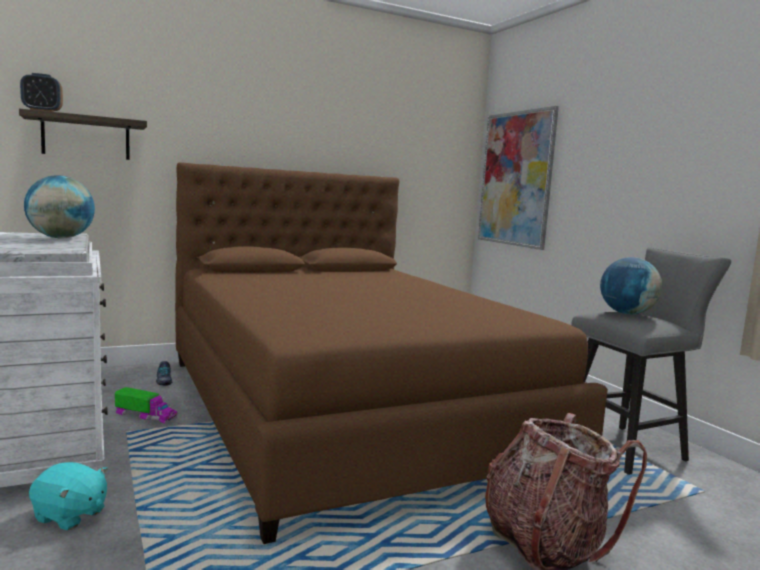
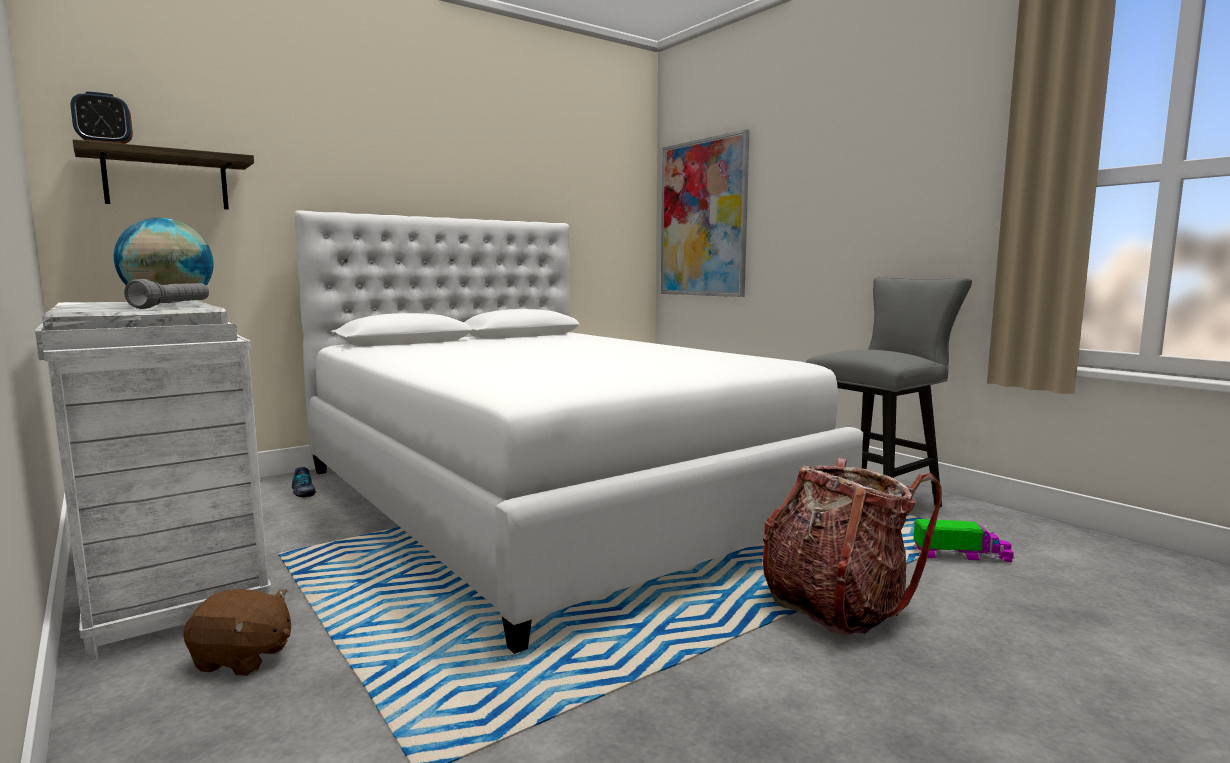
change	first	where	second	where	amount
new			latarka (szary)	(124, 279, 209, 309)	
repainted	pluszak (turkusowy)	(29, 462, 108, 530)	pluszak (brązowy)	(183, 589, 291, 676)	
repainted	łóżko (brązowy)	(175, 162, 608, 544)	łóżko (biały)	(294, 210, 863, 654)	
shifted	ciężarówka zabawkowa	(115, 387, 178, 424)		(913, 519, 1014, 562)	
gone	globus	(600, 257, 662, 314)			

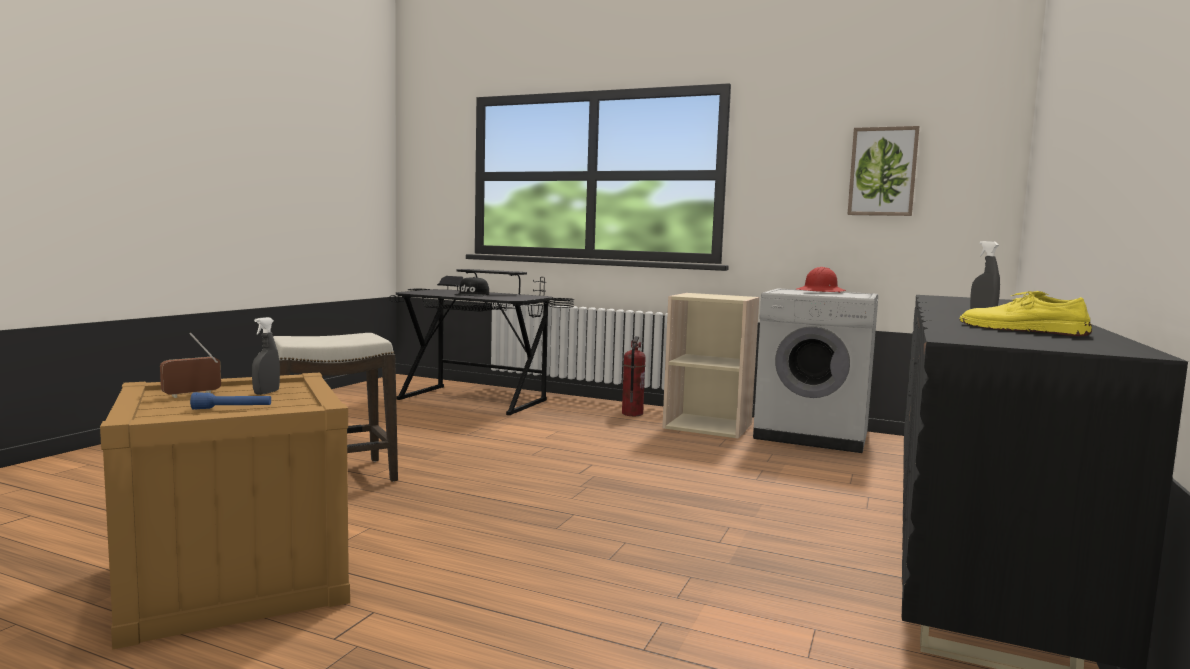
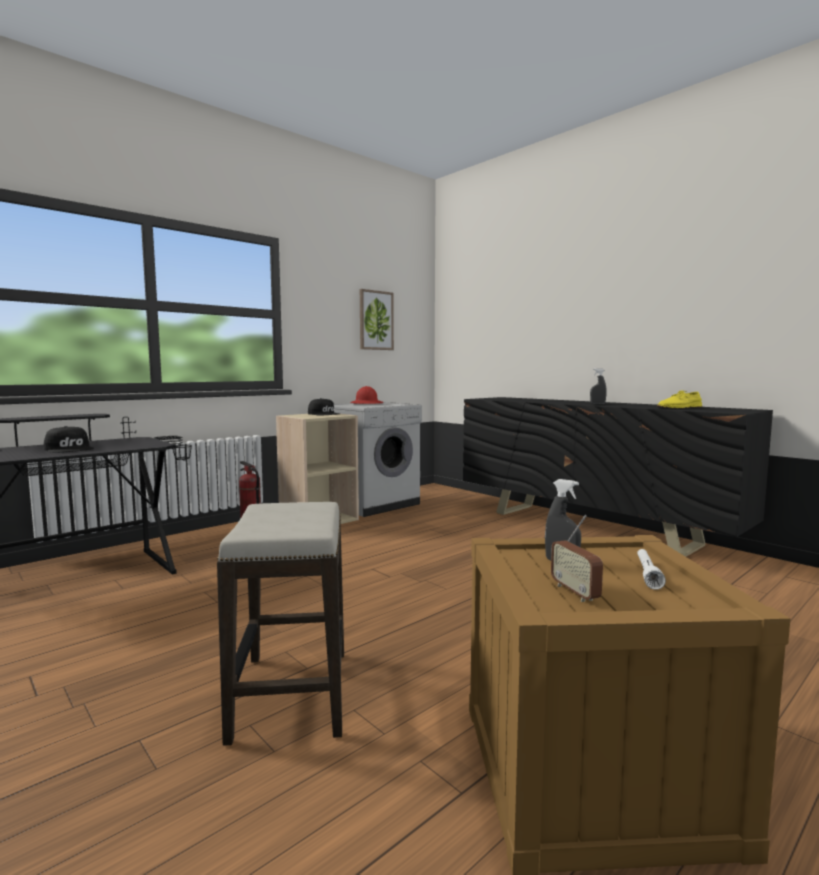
change	first	where	second	where	amount
new			czapka z daszkiem (czarny)	(308, 398, 340, 415)	
repainted	latarka (niebieski)	(190, 392, 271, 410)	latarka (biały)	(637, 549, 666, 590)	

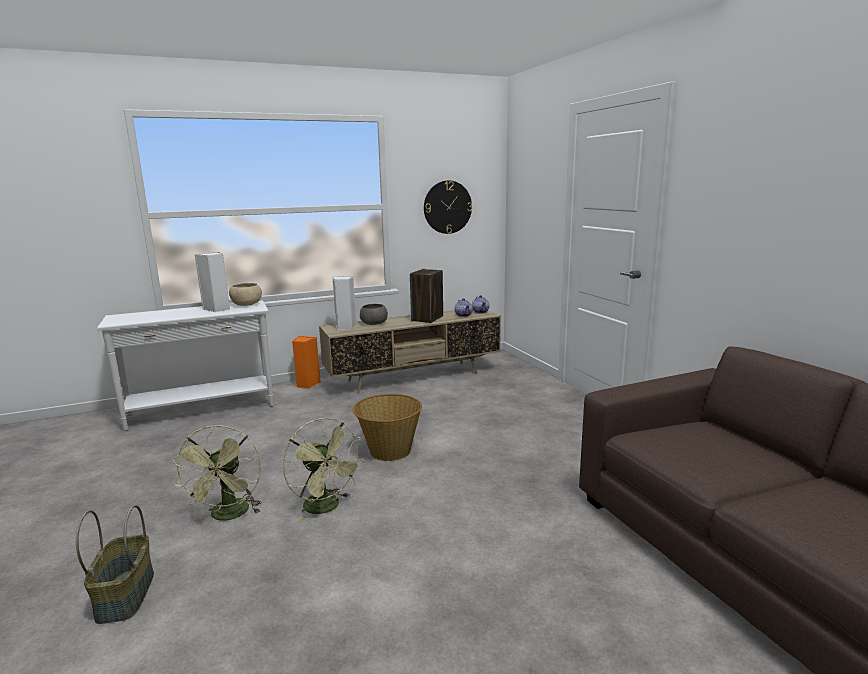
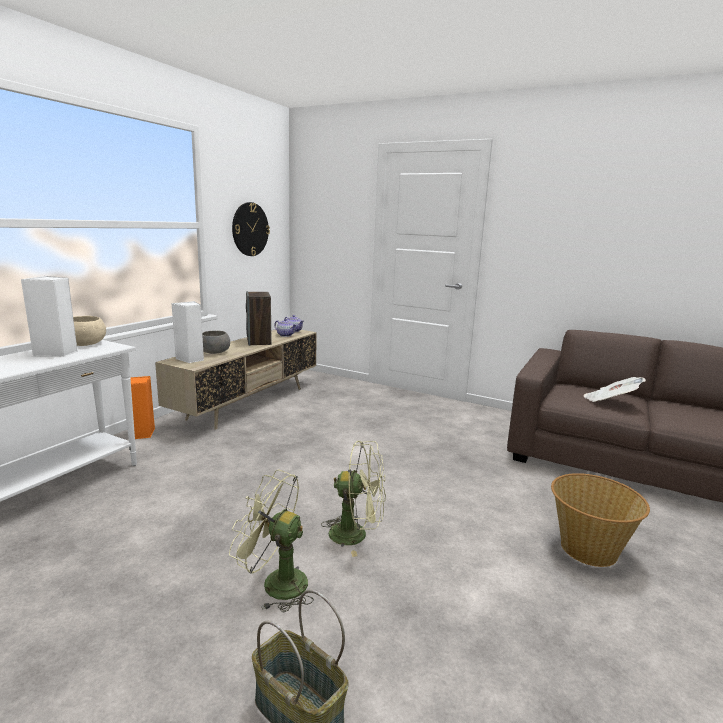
change	first	where	second	where	amount
rotated	wentylator (zielony)	(172, 425, 262, 521)		(229, 470, 314, 613)	150 degrees clockwise
shifted	koszyk	(353, 394, 422, 461)		(551, 473, 650, 567)	
new			gazeta	(583, 377, 646, 402)	

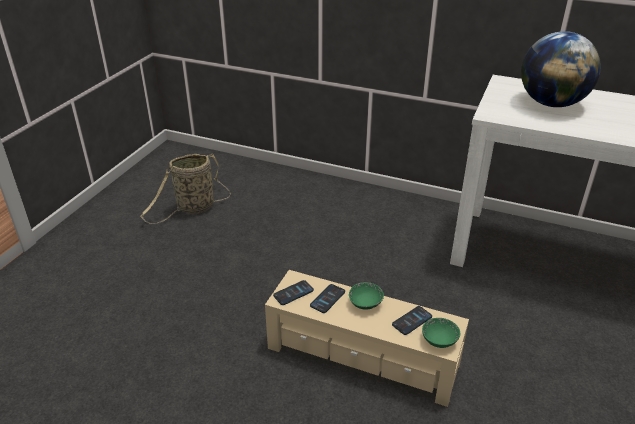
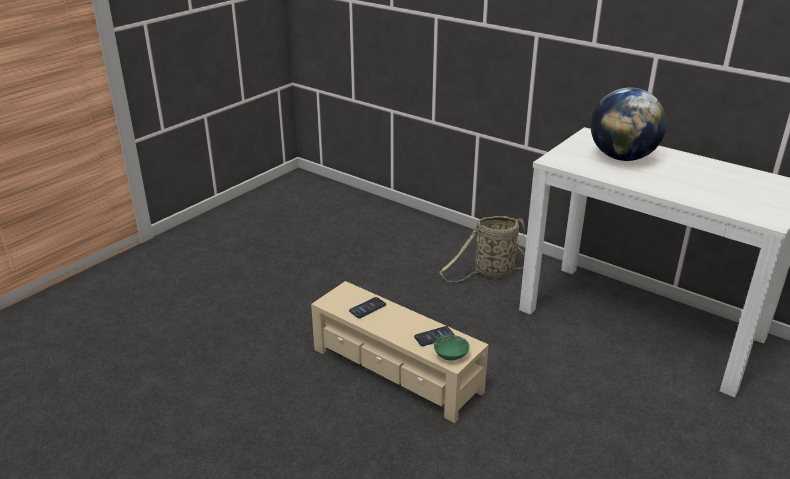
change	first	where	second	where	amount
shifted	koszyk	(140, 153, 231, 224)		(439, 216, 525, 282)	
gone	telefon	(273, 280, 314, 305)			
gone	miska (zielony)	(349, 282, 384, 310)			

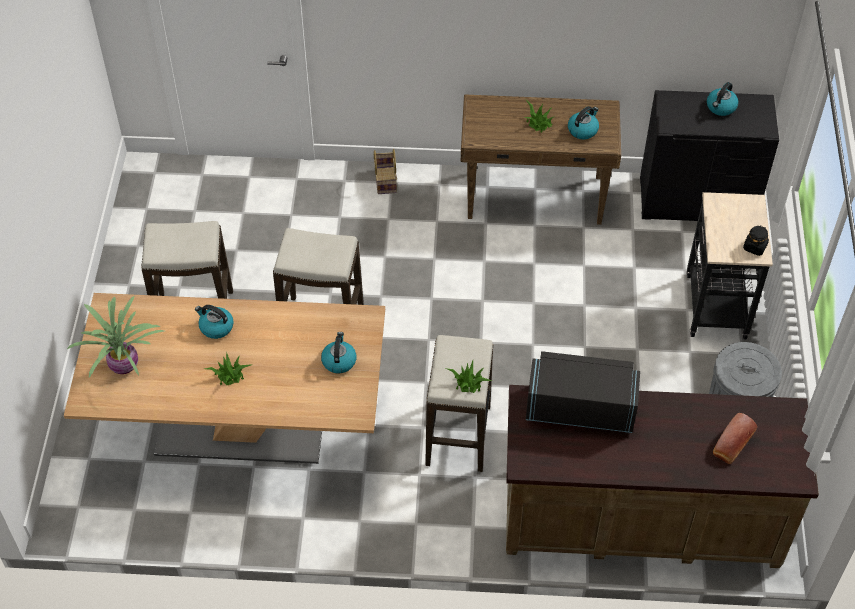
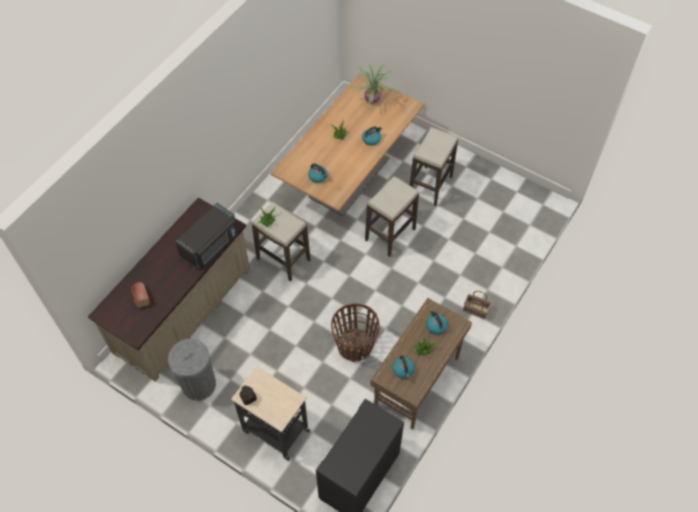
change	first	where	second	where	amount
new			koszyk	(331, 303, 380, 362)	
shifted	czajnik	(707, 82, 738, 116)		(426, 309, 448, 335)	

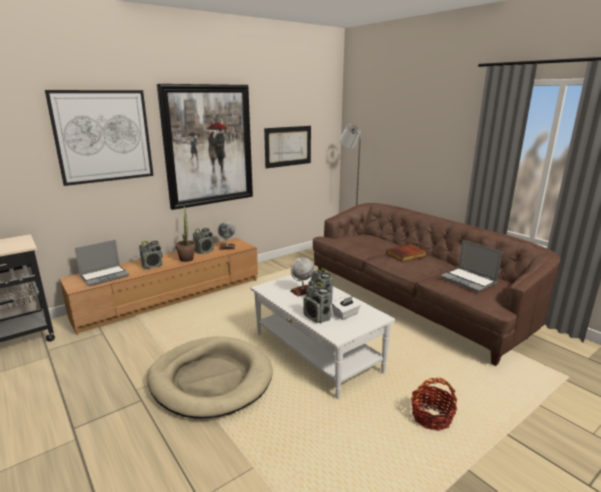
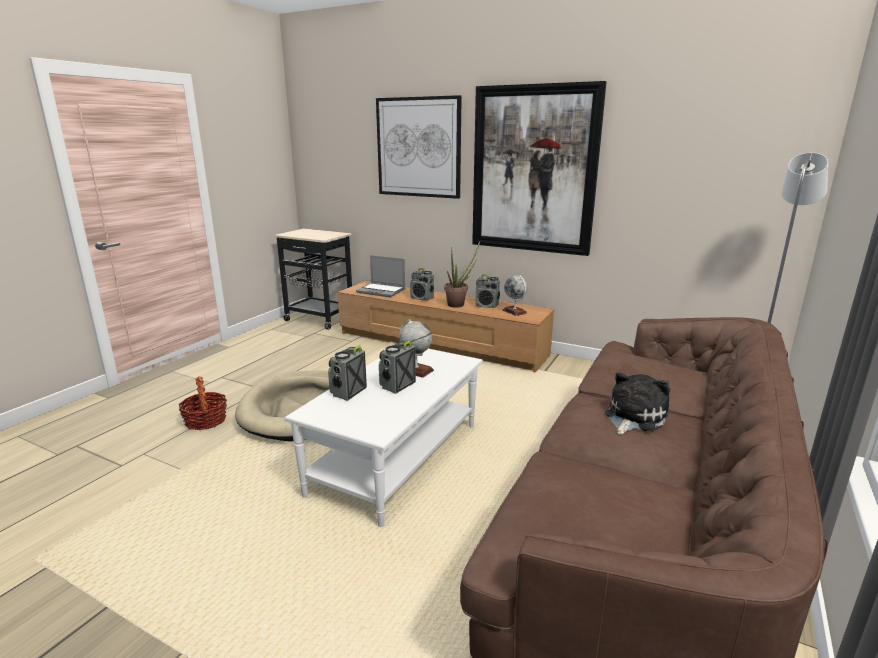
change	first	where	second	where	amount
shifted	koszyk	(411, 378, 457, 431)		(179, 377, 227, 430)	
swapped	książka	(386, 244, 427, 262)	pluszak	(605, 373, 670, 435)	
gone	obraz	(264, 126, 311, 168)			
gone	pudełko chusteczek (biały)	(331, 296, 361, 320)			
gone	laptop	(440, 240, 502, 292)			

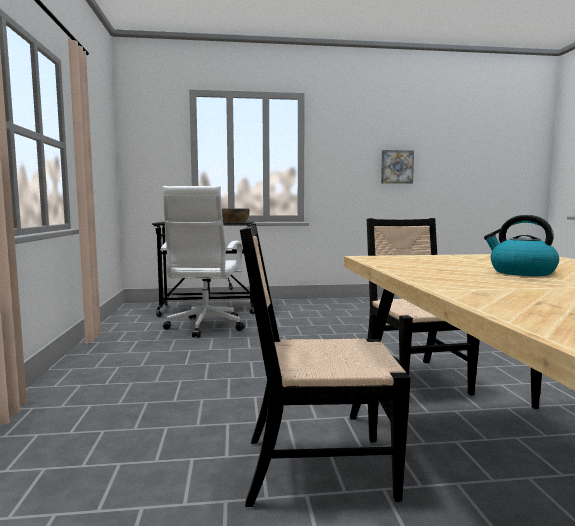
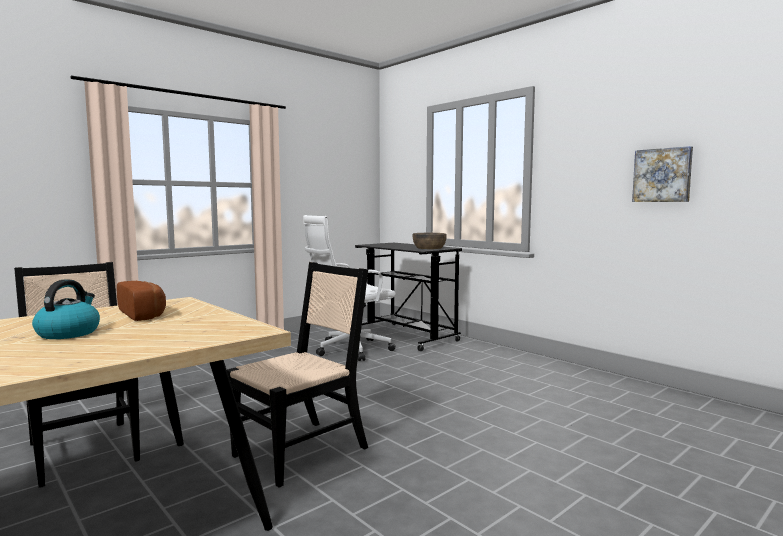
change	first	where	second	where	amount
new			chleb	(117, 281, 166, 321)	

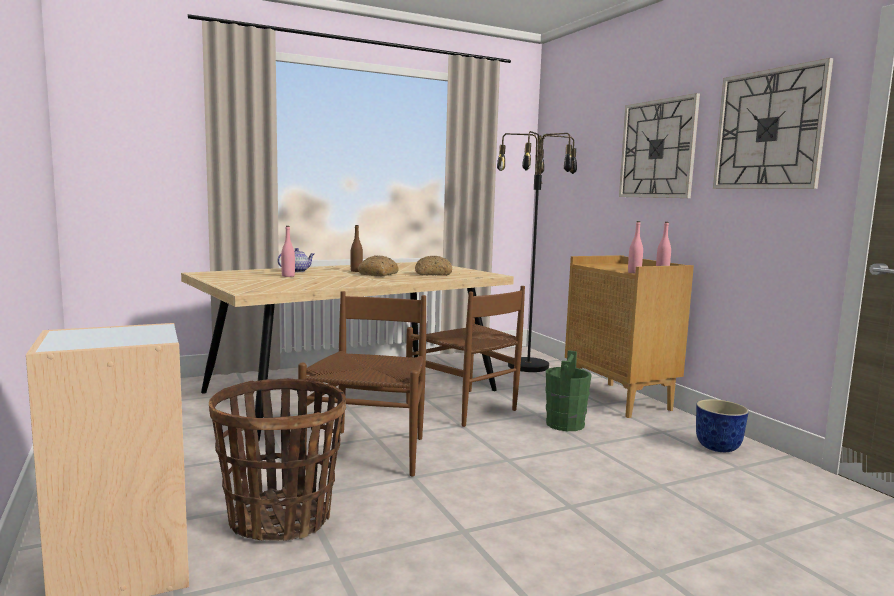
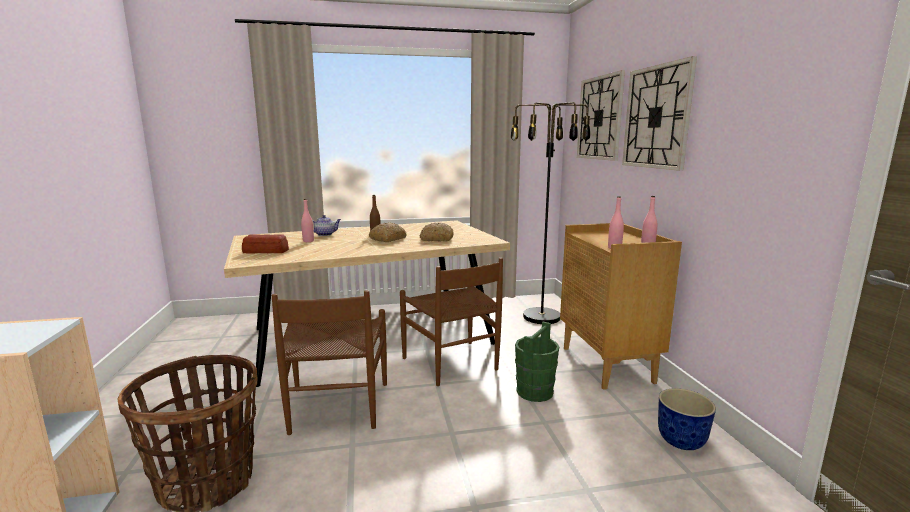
change	first	where	second	where	amount
new			chleb	(242, 234, 289, 253)	
rotated	krzesło (brązowy)	(298, 291, 426, 477)		(272, 290, 387, 435)	150 degrees clockwise
shifted	zegar ścienny	(713, 58, 833, 189)		(577, 70, 625, 161)	

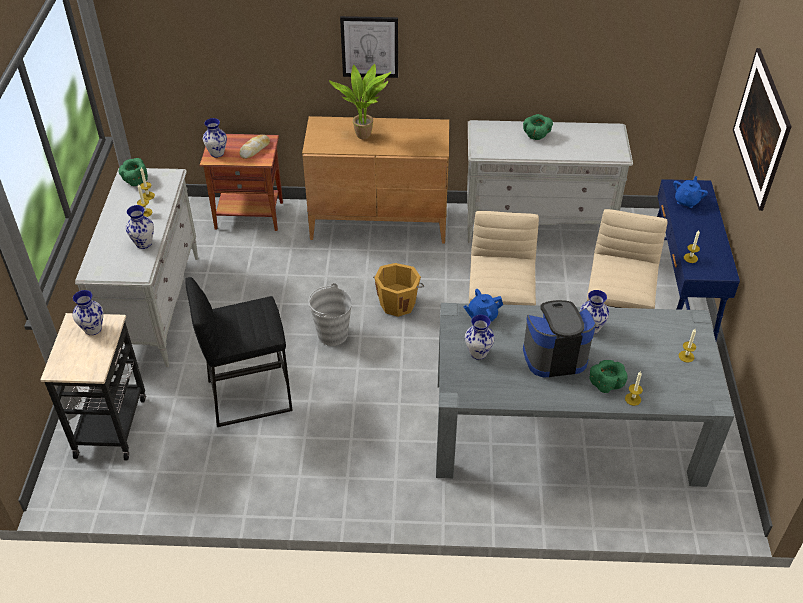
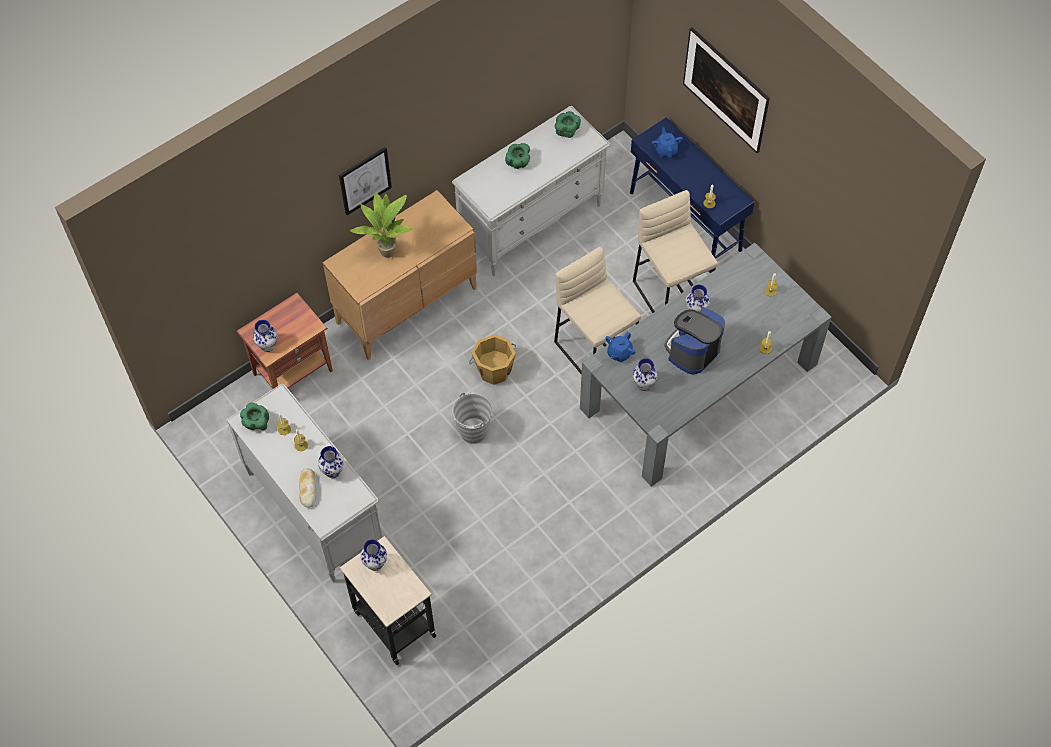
change	first	where	second	where	amount
shifted	chleb	(239, 135, 270, 159)		(299, 468, 317, 508)	
shifted	miska (zielony)	(589, 360, 628, 393)		(555, 111, 581, 138)	
gone	stołek (czarny)	(185, 277, 293, 427)			

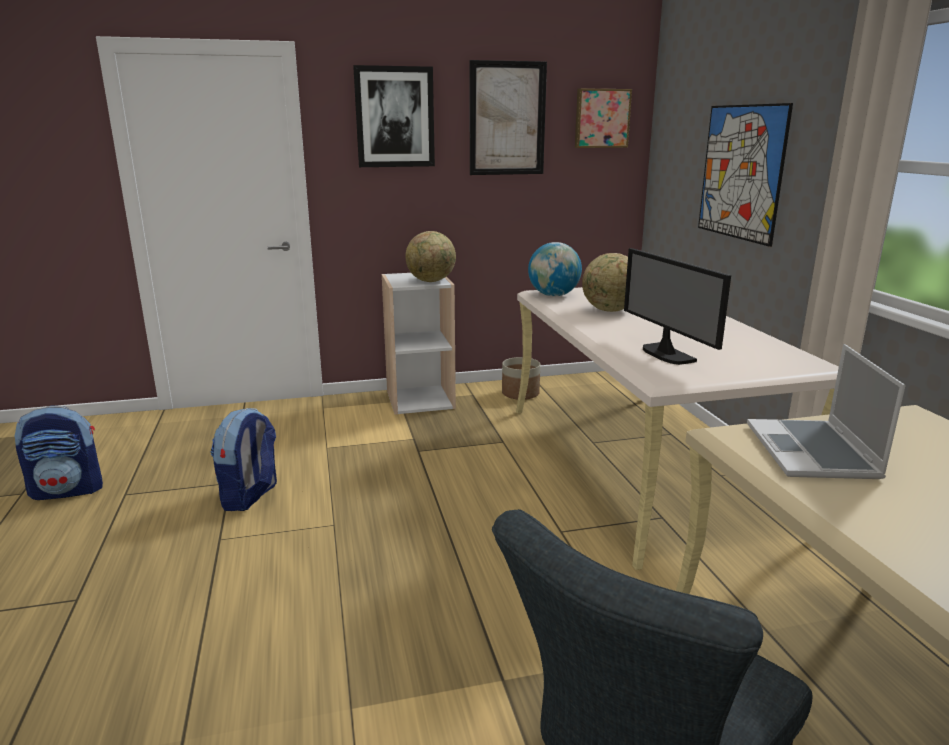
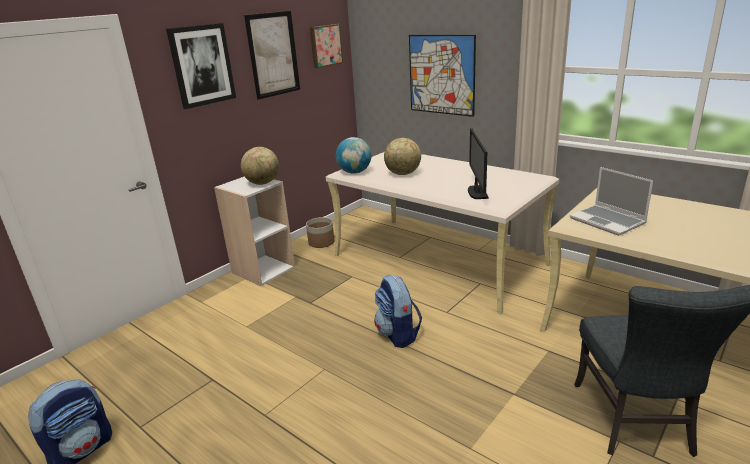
change	first	where	second	where	amount
shifted	plecak	(211, 408, 277, 511)		(374, 275, 422, 348)	
rotated	monitor	(624, 248, 731, 365)		(468, 128, 488, 199)	60 degrees clockwise

